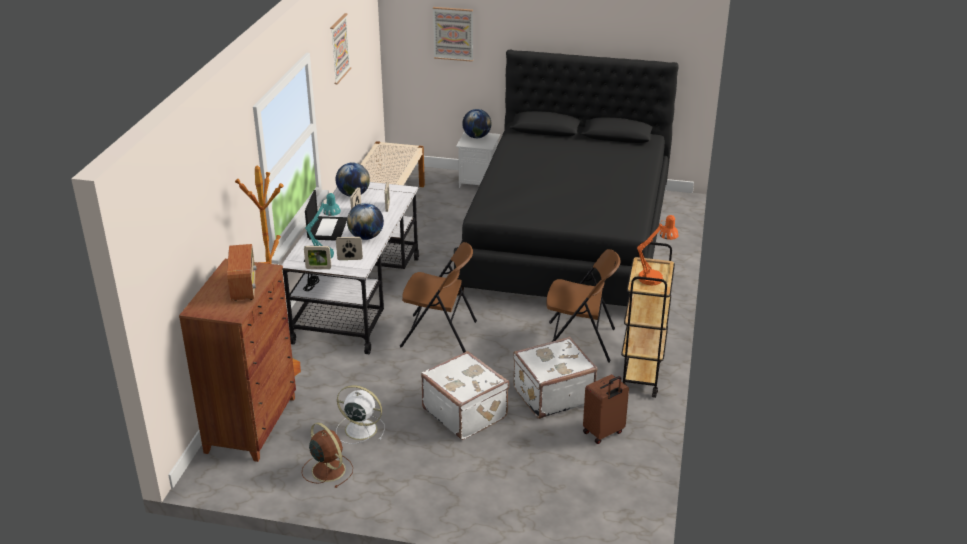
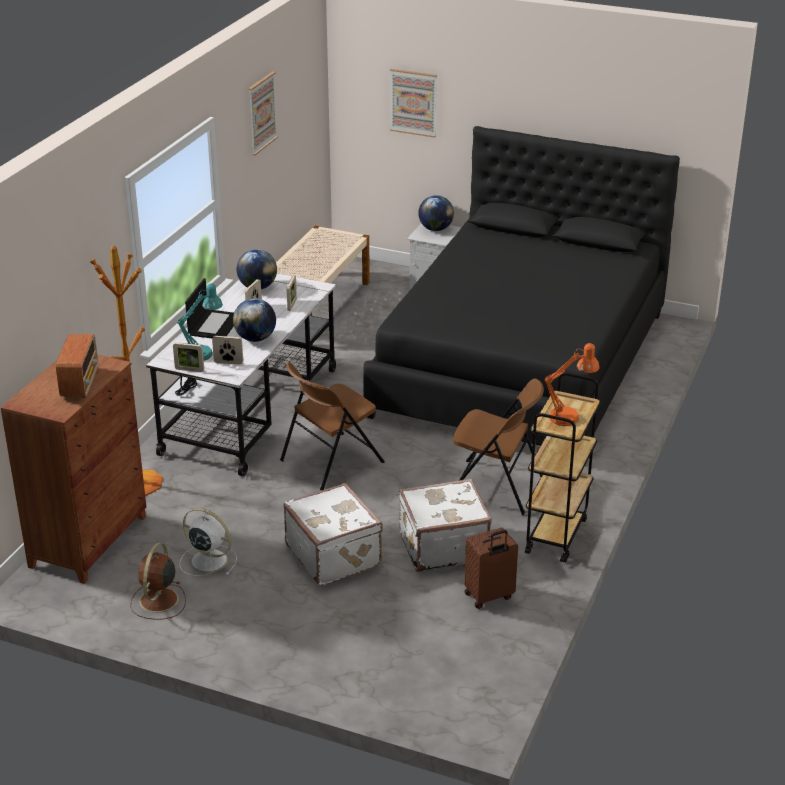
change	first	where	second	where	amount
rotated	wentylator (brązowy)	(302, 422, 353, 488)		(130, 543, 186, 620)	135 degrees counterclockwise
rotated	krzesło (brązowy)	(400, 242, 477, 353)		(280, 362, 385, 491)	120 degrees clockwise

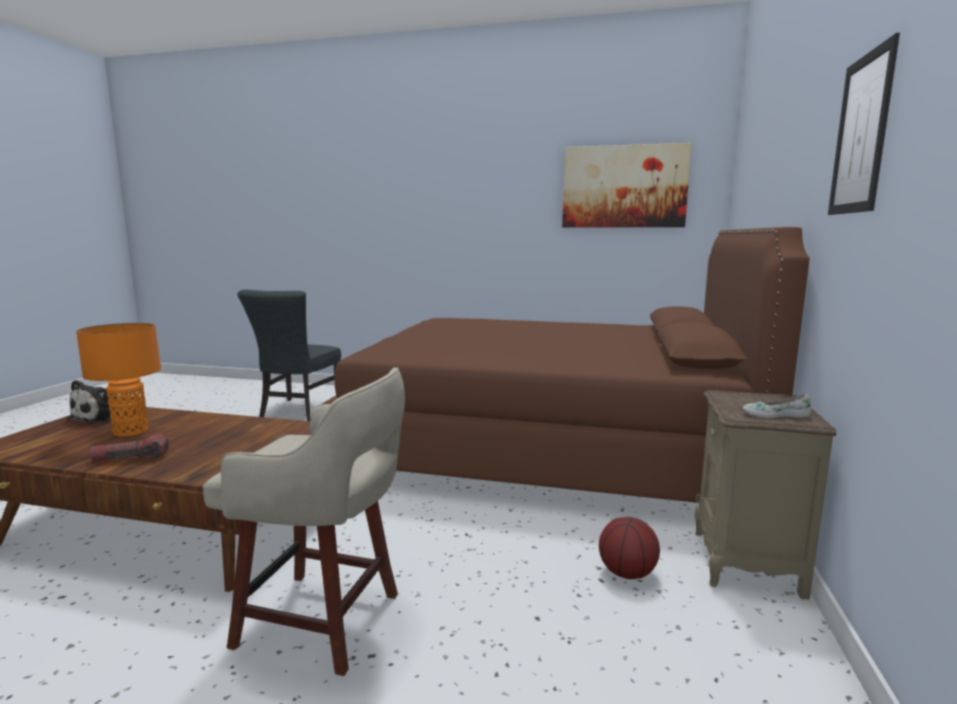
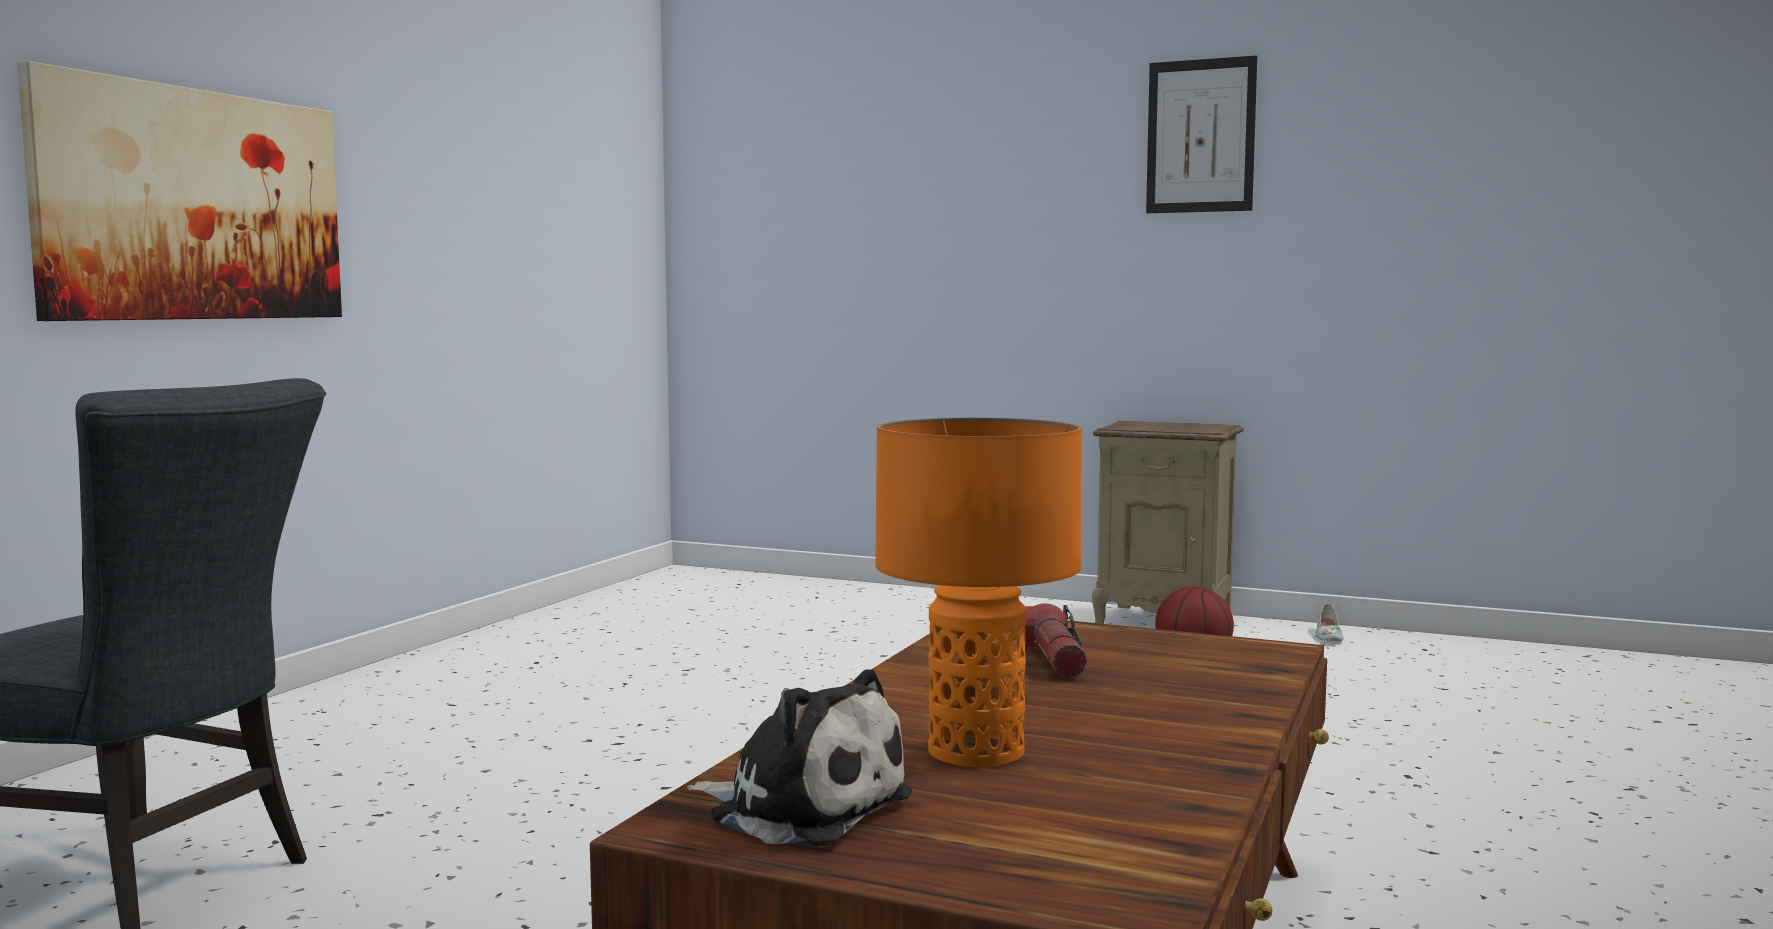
change	first	where	second	where	amount
shifted	obraz	(562, 143, 692, 227)		(17, 61, 342, 321)	
shifted	latarka	(90, 434, 169, 462)		(1020, 603, 1087, 678)	
shifted	but (biały)	(743, 393, 811, 418)		(1315, 603, 1343, 641)	
gone	stołek (beżowy)	(203, 367, 405, 676)			
gone	łóżko (brązowy)	(322, 227, 809, 503)			

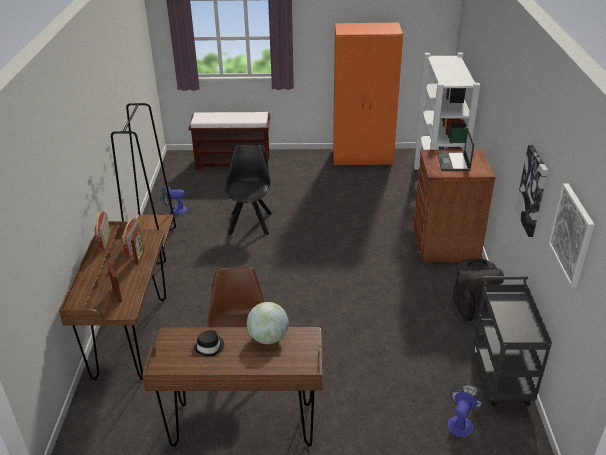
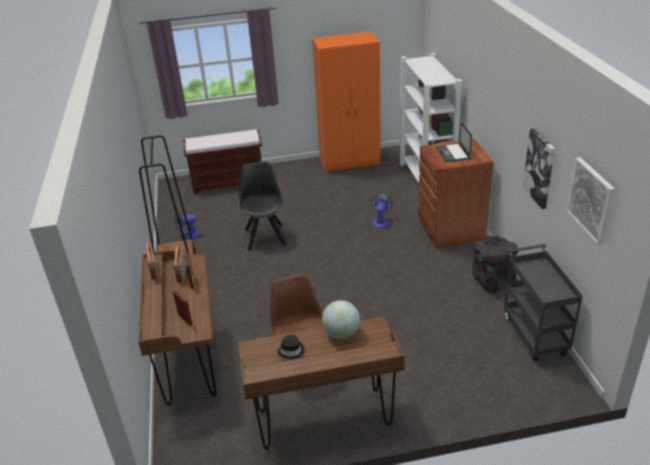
change	first	where	second	where	amount
shifted	wentylator	(448, 383, 485, 437)		(371, 193, 393, 228)	

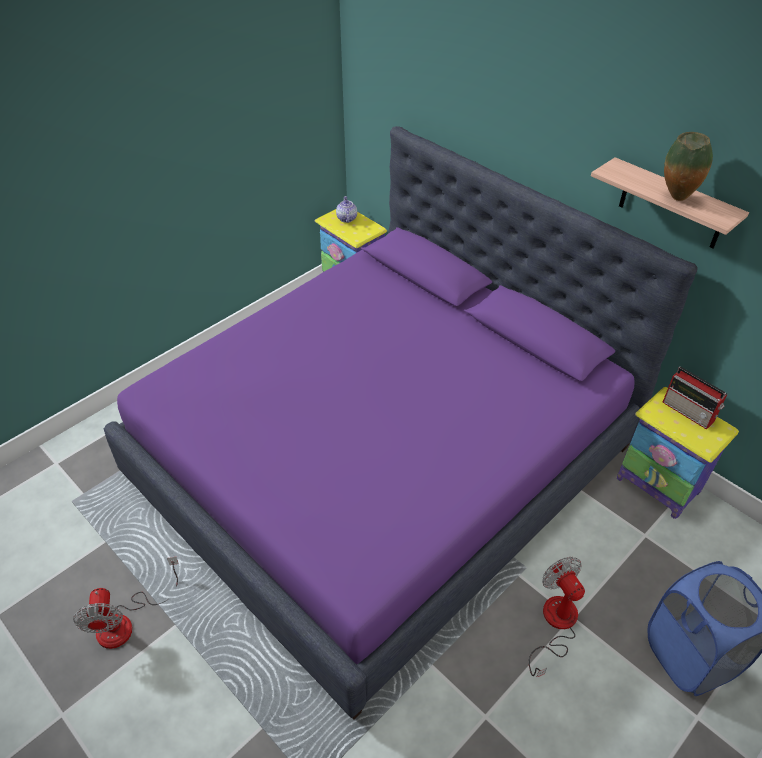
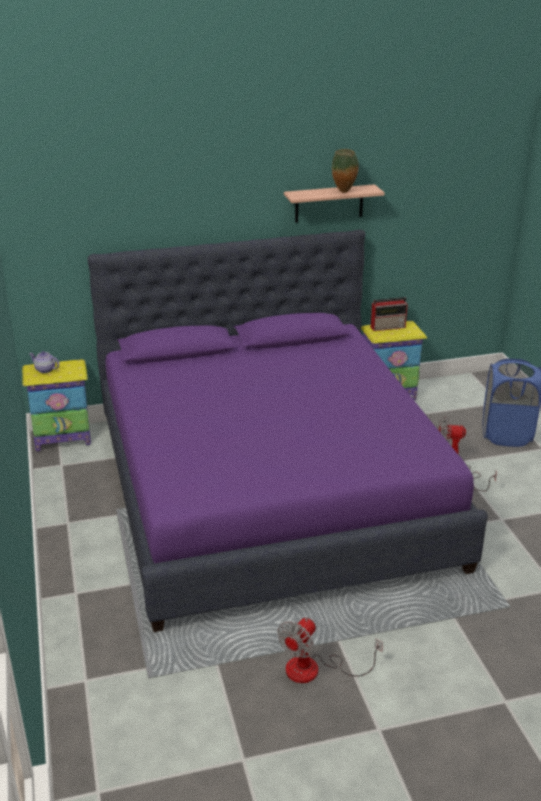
change	first	where	second	where	amount
rotated	wentylator	(73, 557, 179, 649)		(277, 618, 383, 683)	105 degrees clockwise

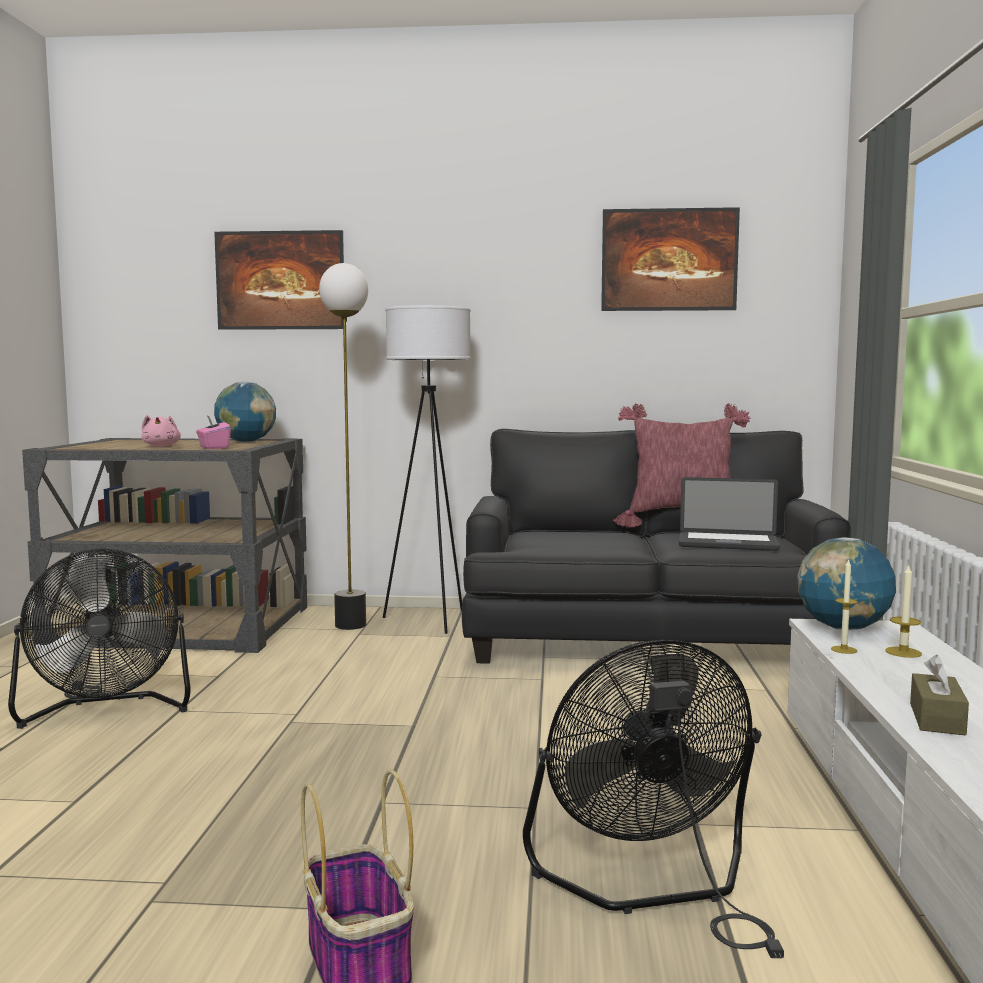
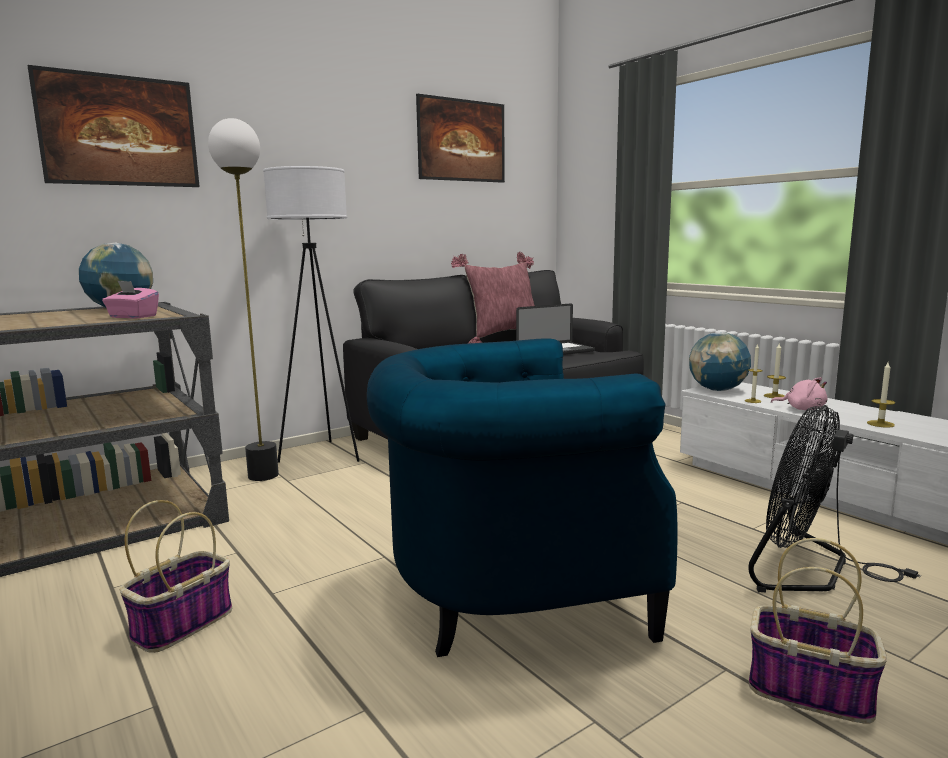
change	first	where	second	where	amount
swapped	wentylator (czarny)	(8, 549, 190, 729)	koszyk	(120, 500, 232, 653)	
new			fotel (niebieski)	(367, 338, 678, 657)	
shifted	pluszak (różowy)	(142, 415, 181, 447)		(771, 377, 827, 410)	
swapped	pudełko chusteczek (brązowy)	(910, 655, 969, 736)	świeca	(867, 362, 895, 428)	

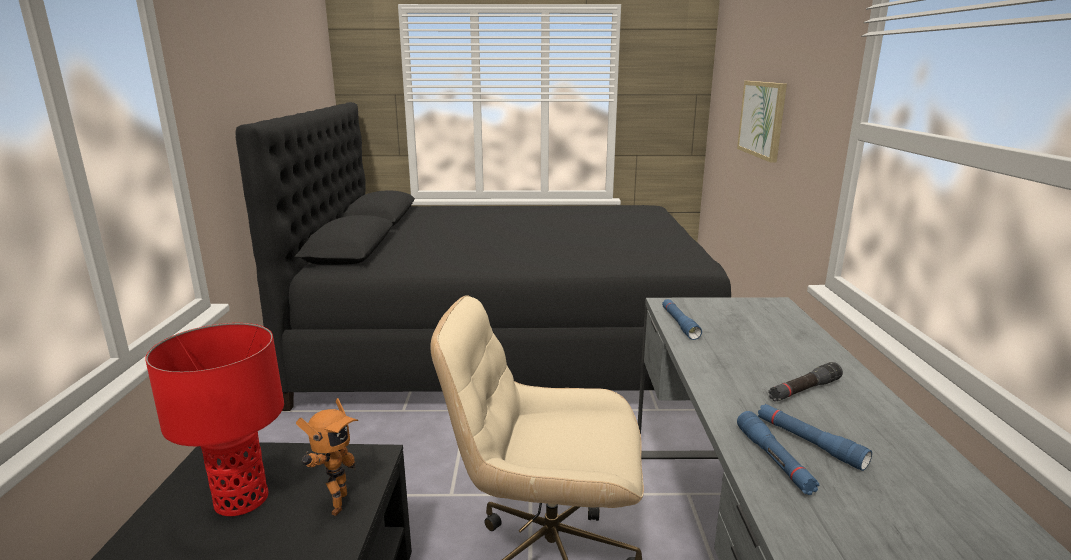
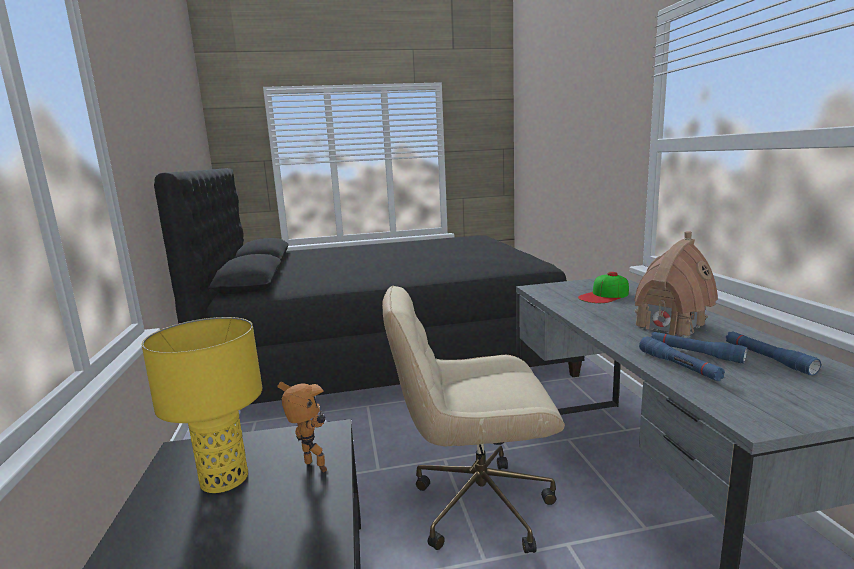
change	first	where	second	where	amount
repainted	lampa stołowa (czerwony)	(145, 323, 284, 516)	lampa stołowa (żółty)	(141, 317, 262, 493)	
rotated	robot zabawkowy	(296, 398, 358, 516)		(277, 382, 327, 472)	45 degrees counterclockwise
new			czapka z daszkiem	(578, 272, 629, 303)	
swapped	latarka (czarny)	(768, 362, 843, 402)	domek	(634, 231, 718, 338)	
shifted	latarka (niebieski)	(662, 299, 702, 340)		(726, 332, 821, 376)	
gone	obraz	(737, 81, 787, 163)			

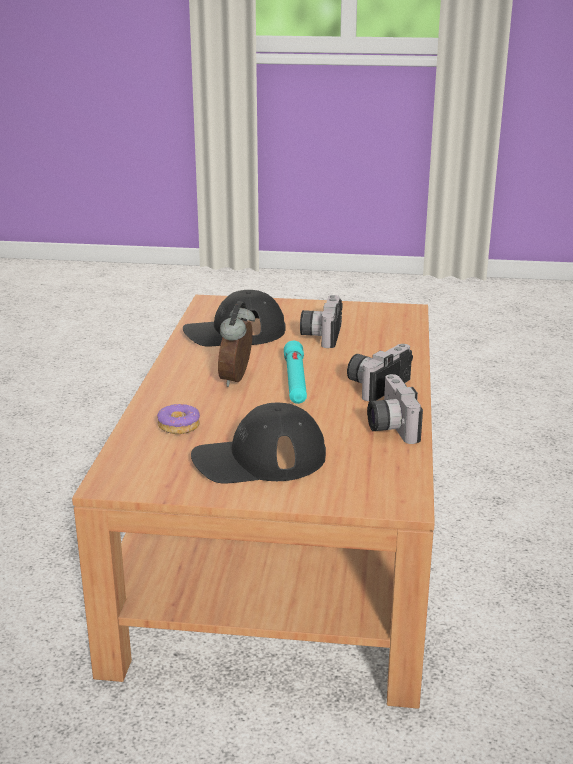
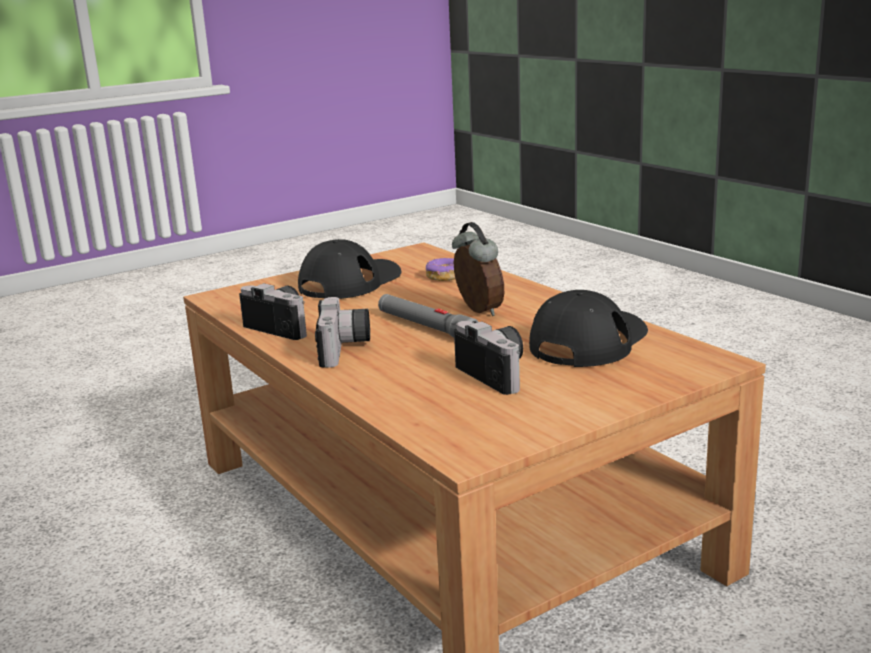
change	first	where	second	where	amount
repainted	latarka (turkusowy)	(284, 341, 307, 404)	latarka (szary)	(378, 294, 478, 338)	

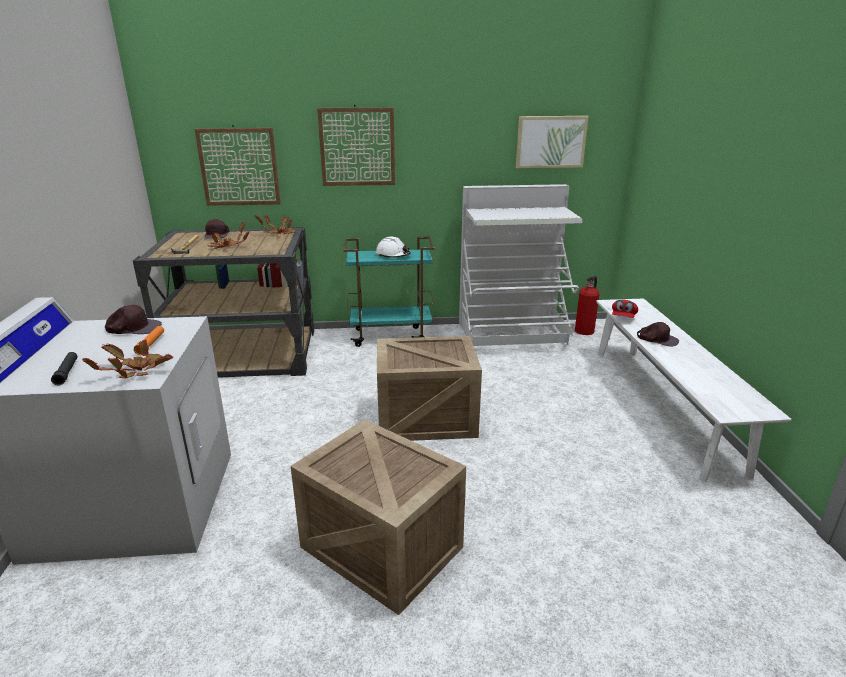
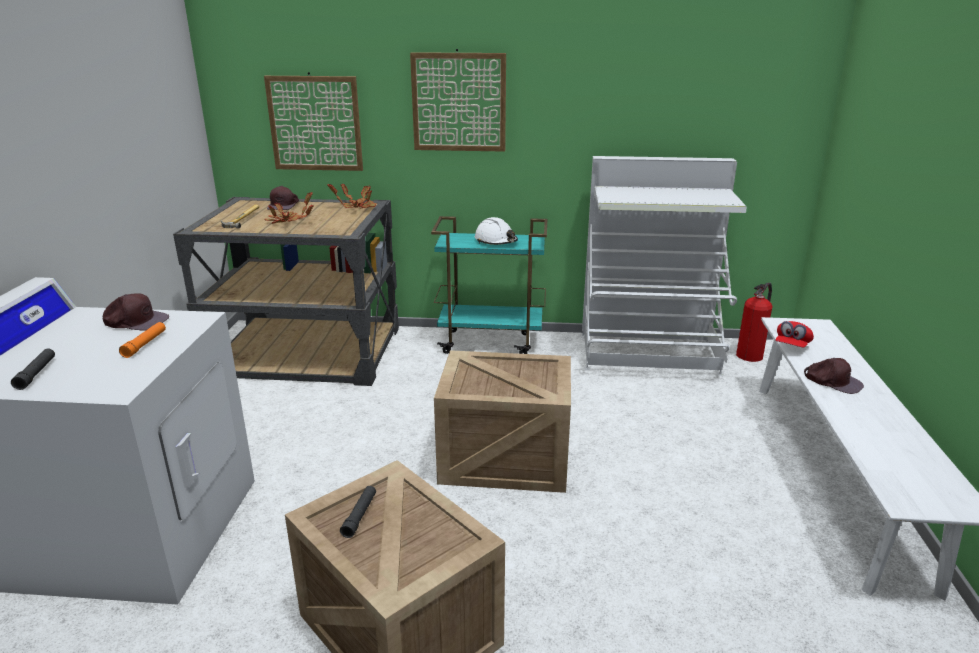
change	first	where	second	where	amount
new			latarka (czarny)	(340, 486, 376, 538)	
gone	roślina doniczkowa	(82, 340, 173, 378)			
gone	obraz	(516, 116, 589, 168)			

